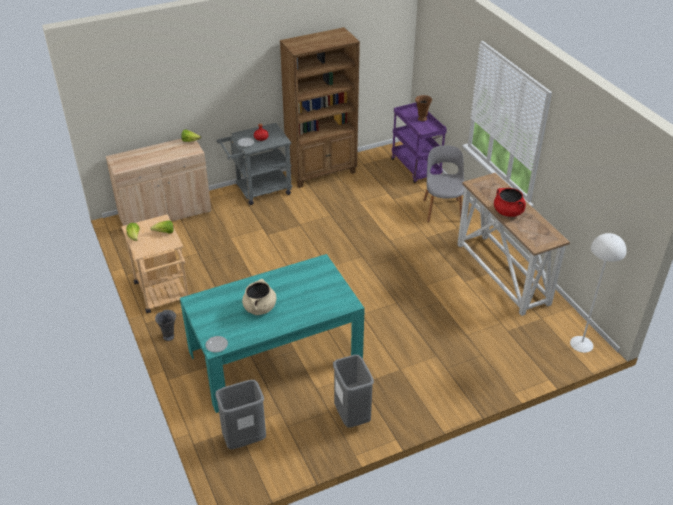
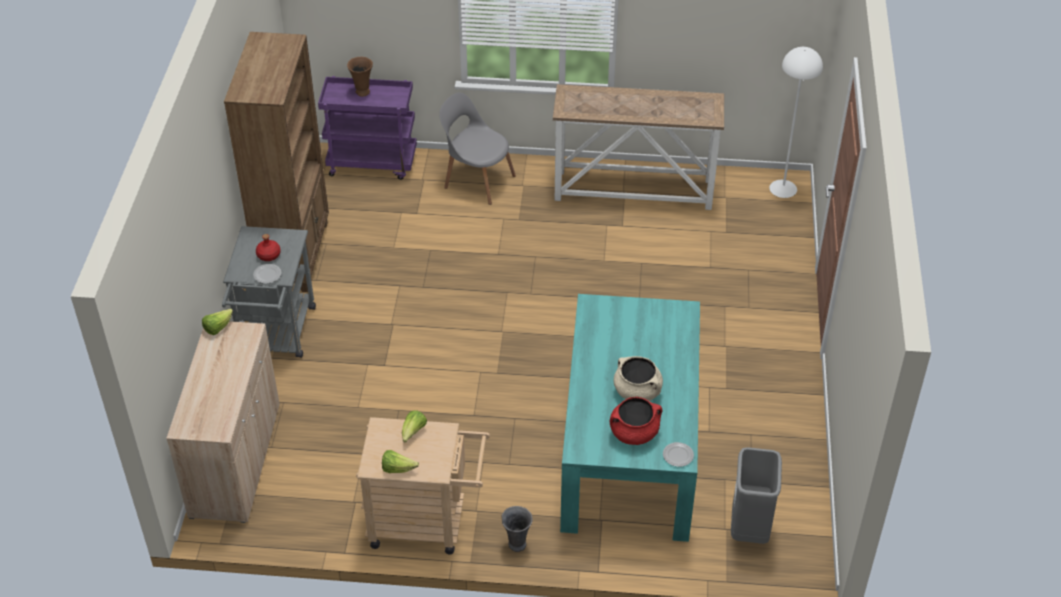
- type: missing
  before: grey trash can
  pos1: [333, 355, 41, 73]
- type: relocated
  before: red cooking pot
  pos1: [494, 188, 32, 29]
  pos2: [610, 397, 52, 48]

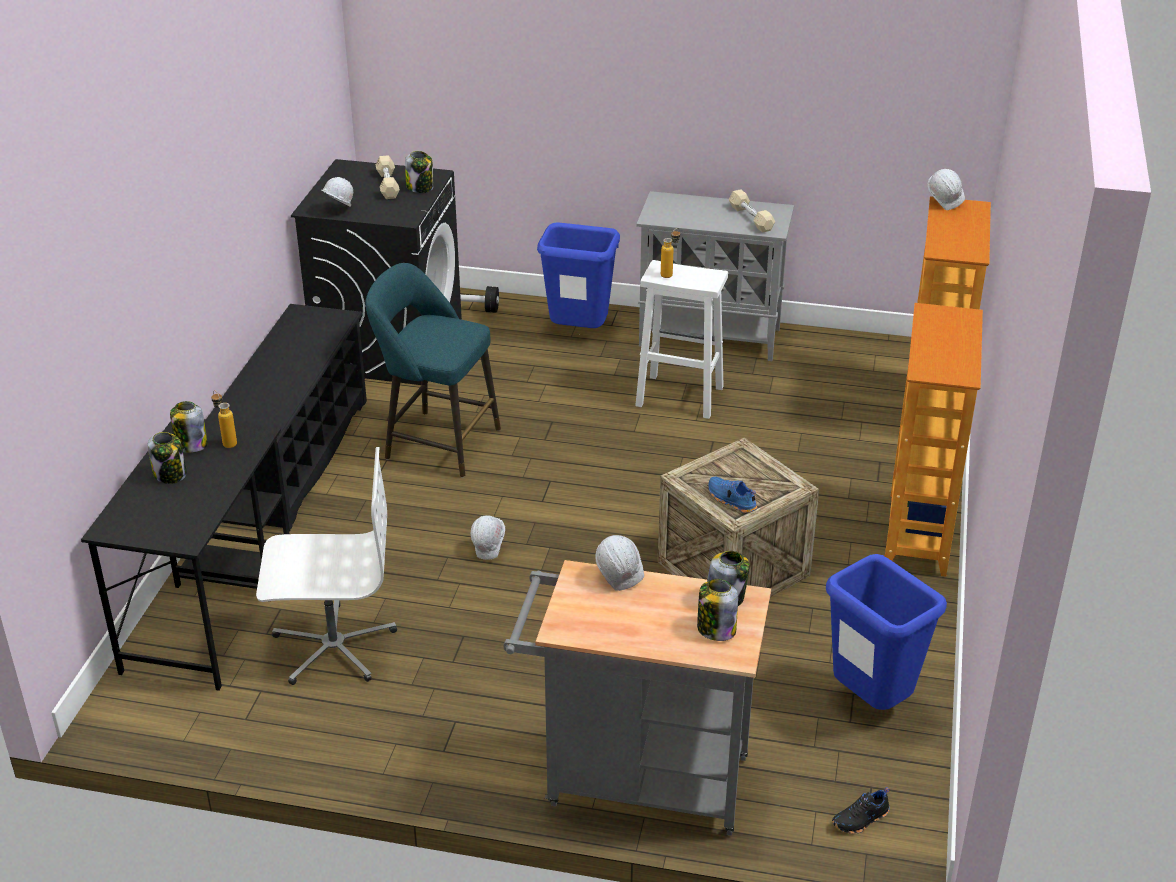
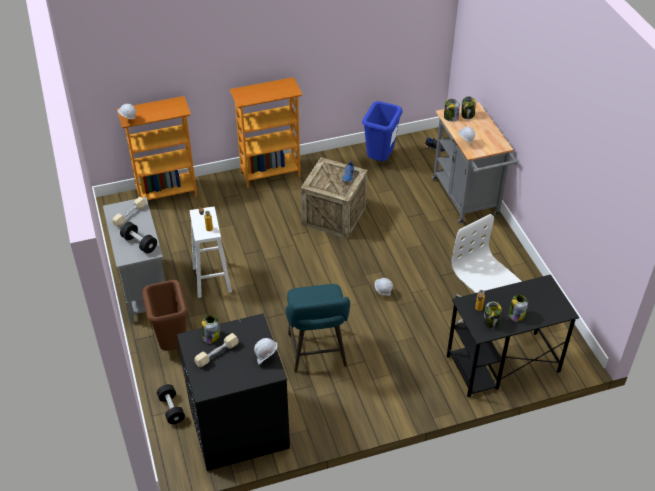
- type: missing
  before: black shoe rack
  pos1: [206, 304, 161, 227]
- type: appeared
  after: black dumbbell
  pos2: [120, 222, 37, 31]
- type: colour
  before: blue trash can
  after: brown trash can
  pos1: [537, 222, 83, 106]
  pos2: [142, 280, 46, 71]

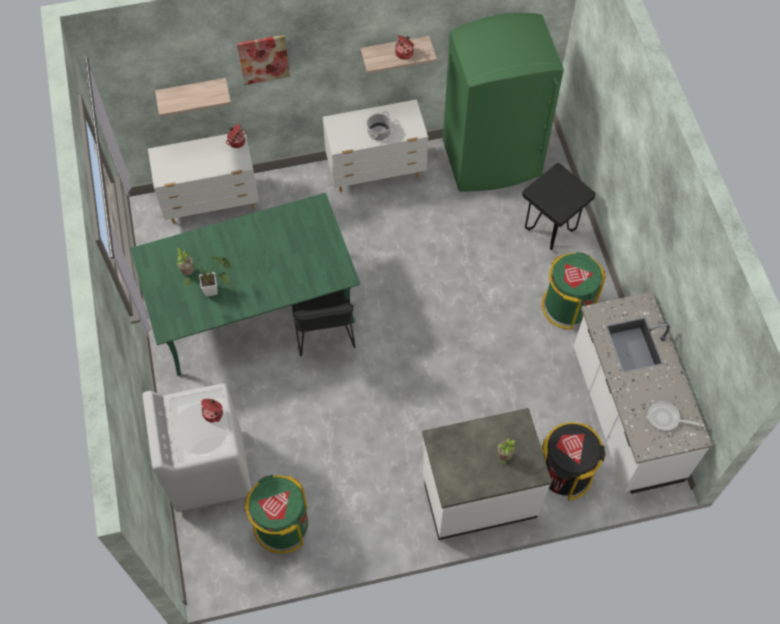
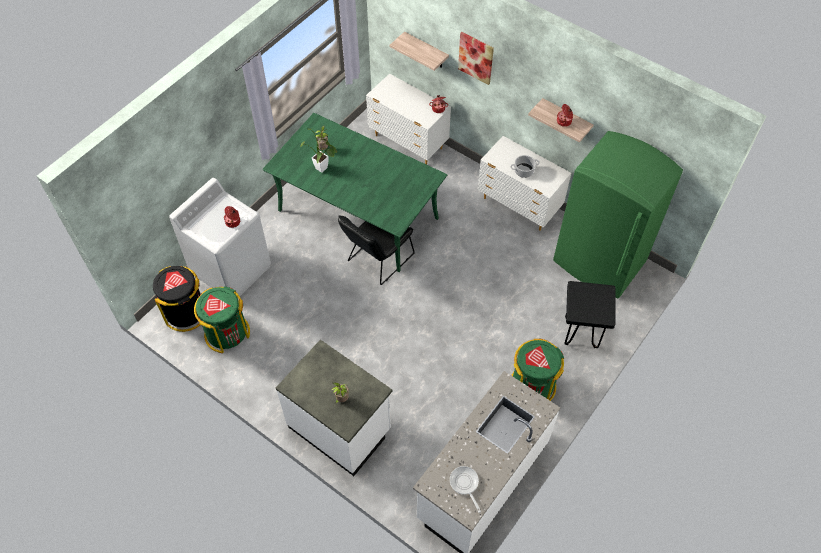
- type: relocated
  before: black trash can
  pos1: [542, 422, 63, 79]
  pos2: [153, 266, 48, 66]

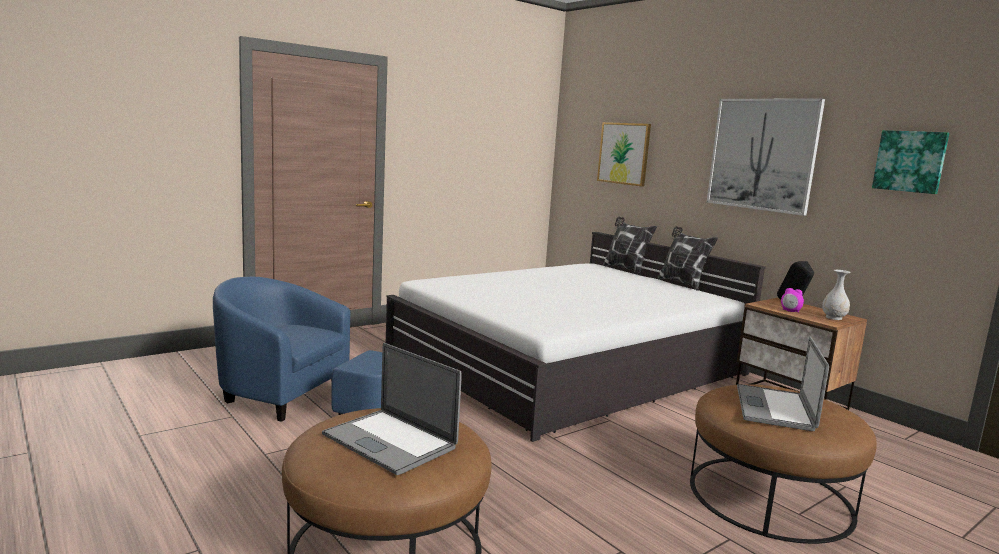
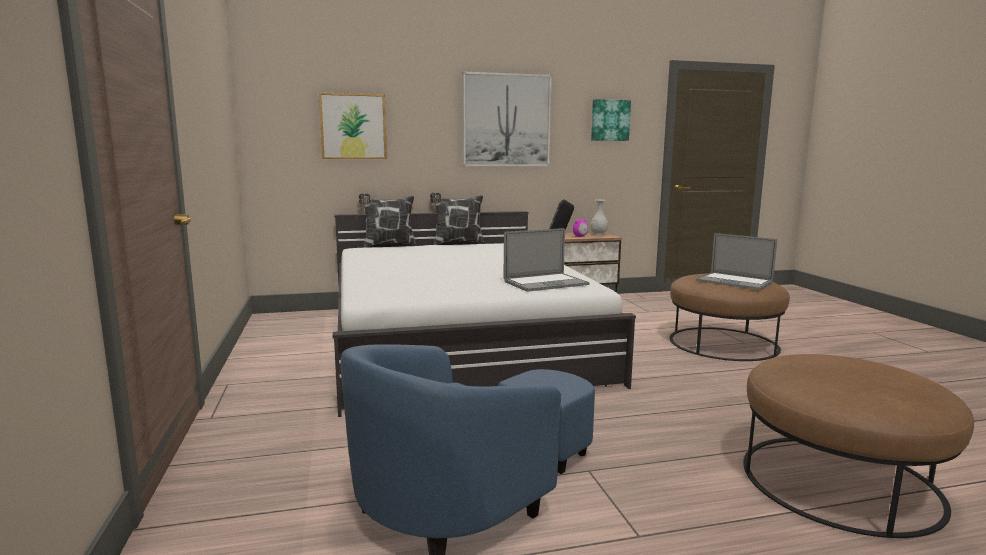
- type: relocated
  before: laptop
  pos1: [322, 343, 140, 132]
  pos2: [504, 228, 86, 64]

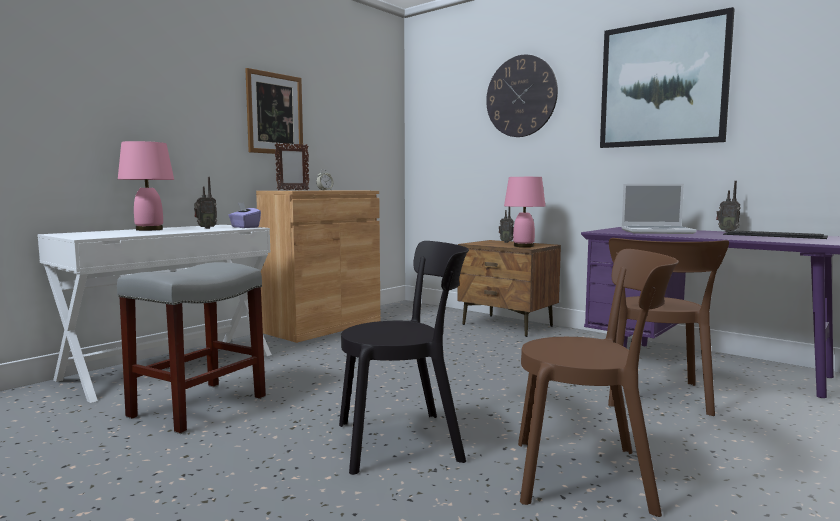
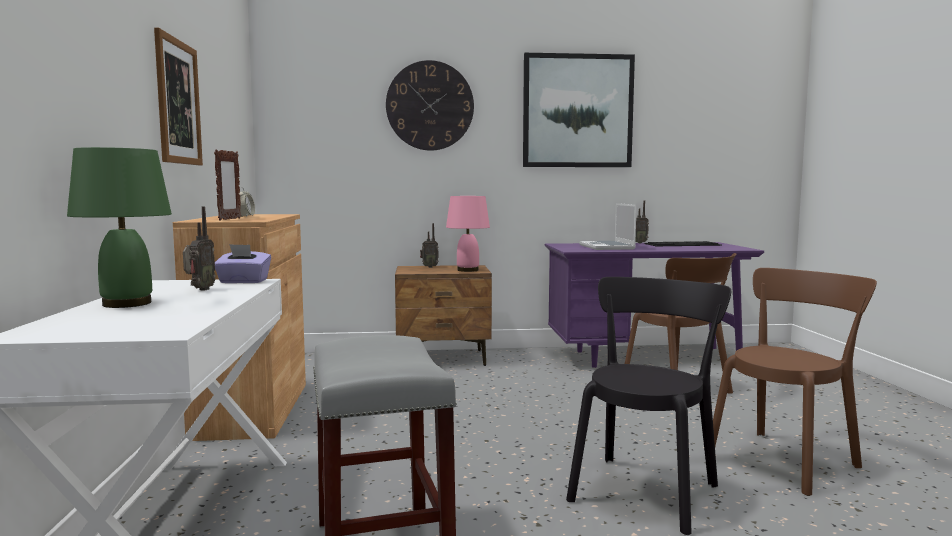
- type: colour
  before: pink table lamp
  after: green table lamp
  pos1: [118, 141, 56, 90]
  pos2: [67, 147, 105, 161]
- type: spun
  before: laptop
  pos1: [621, 184, 75, 50]
  pos2: [579, 203, 58, 47]
  turn: 120

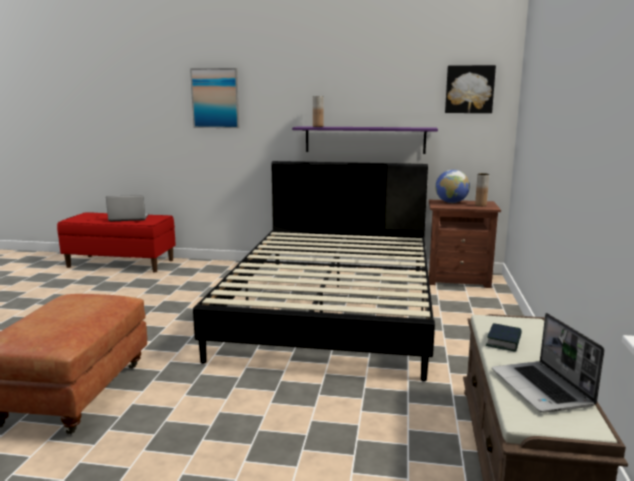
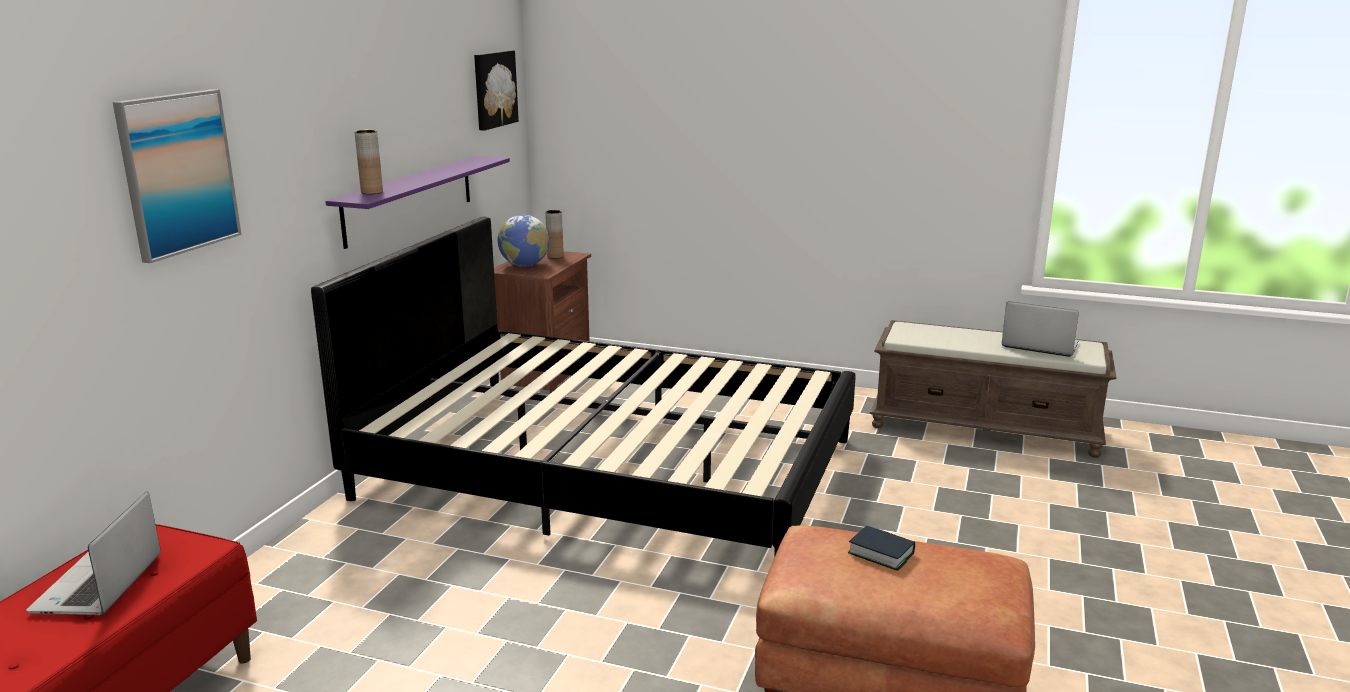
- type: relocated
  before: book
  pos1: [486, 323, 36, 29]
  pos2: [848, 525, 67, 46]
- type: spun
  before: laptop
  pos1: [492, 313, 112, 100]
  pos2: [1002, 301, 77, 56]
  turn: -150

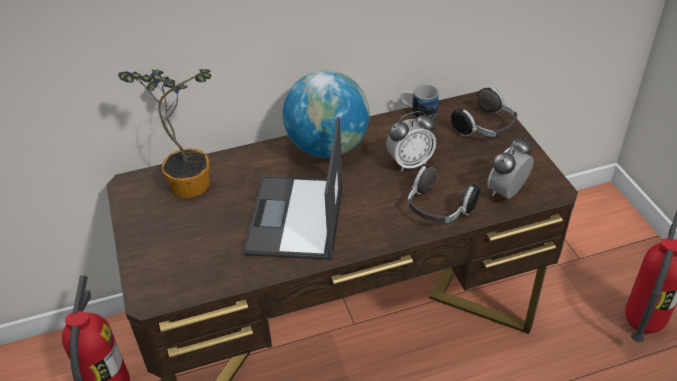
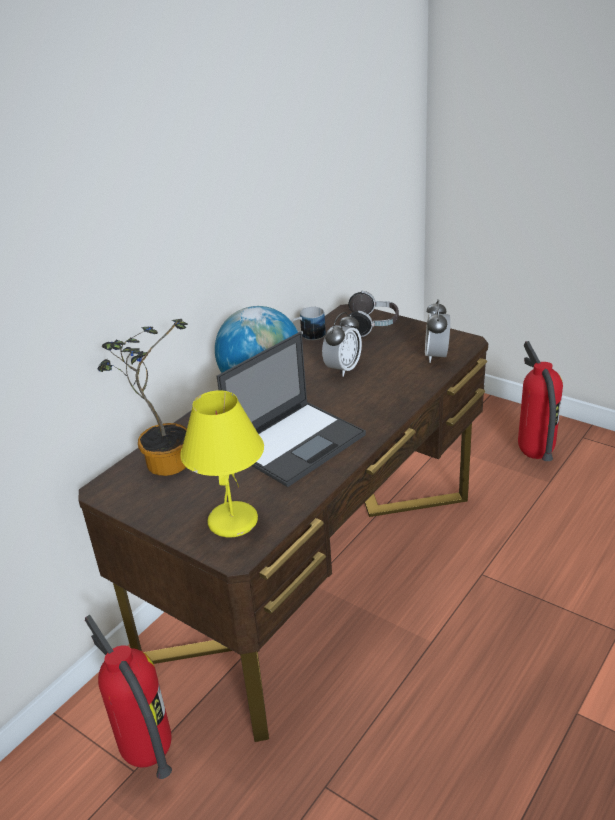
- type: missing
  before: headphones
  pos1: [408, 165, 72, 58]
- type: appeared
  after: yellow table lamp
  pos2: [180, 390, 84, 148]
- type: spun
  before: laptop
  pos1: [243, 117, 100, 143]
  pos2: [217, 332, 149, 155]
  turn: -105

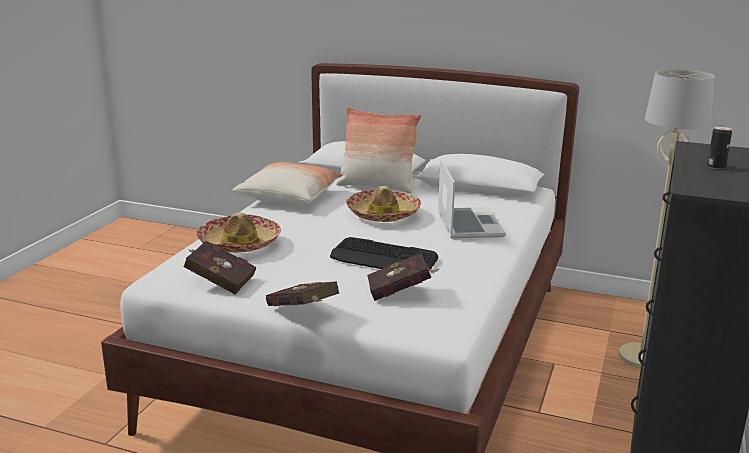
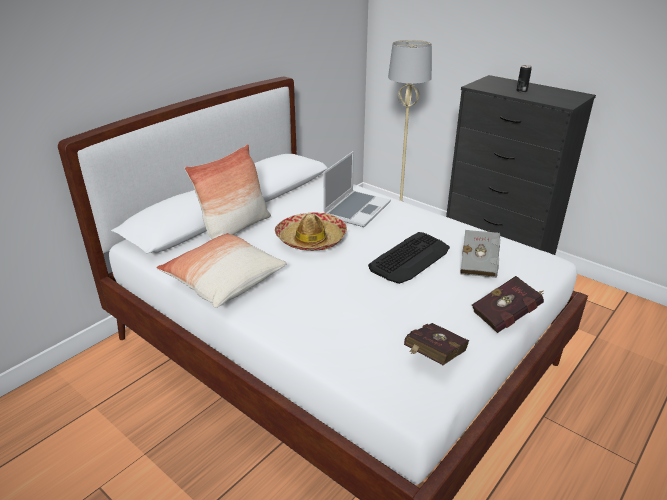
- type: missing
  before: hat
  pos1: [197, 212, 84, 41]
- type: colour
  before: red book
  after: grey book
  pos1: [367, 253, 72, 48]
  pos2: [461, 230, 39, 48]
- type: spun
  before: laptop
  pos1: [438, 160, 68, 79]
  pos2: [323, 151, 68, 76]
  turn: 105

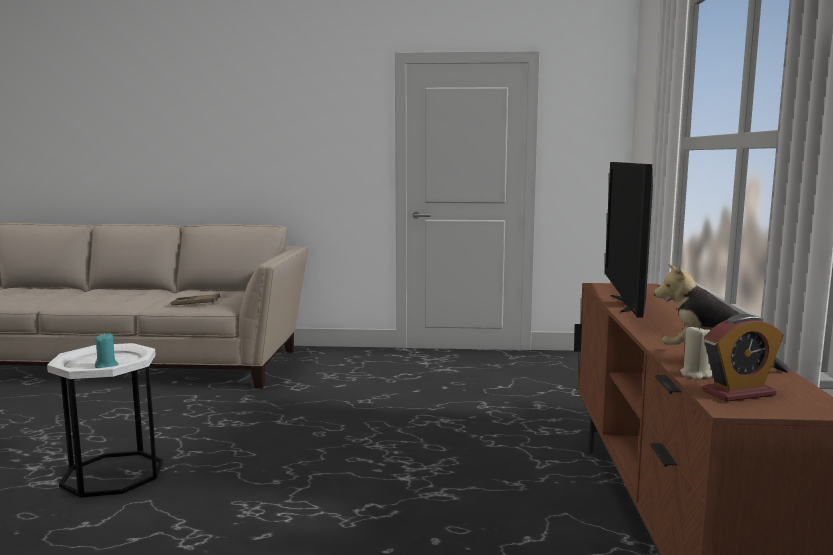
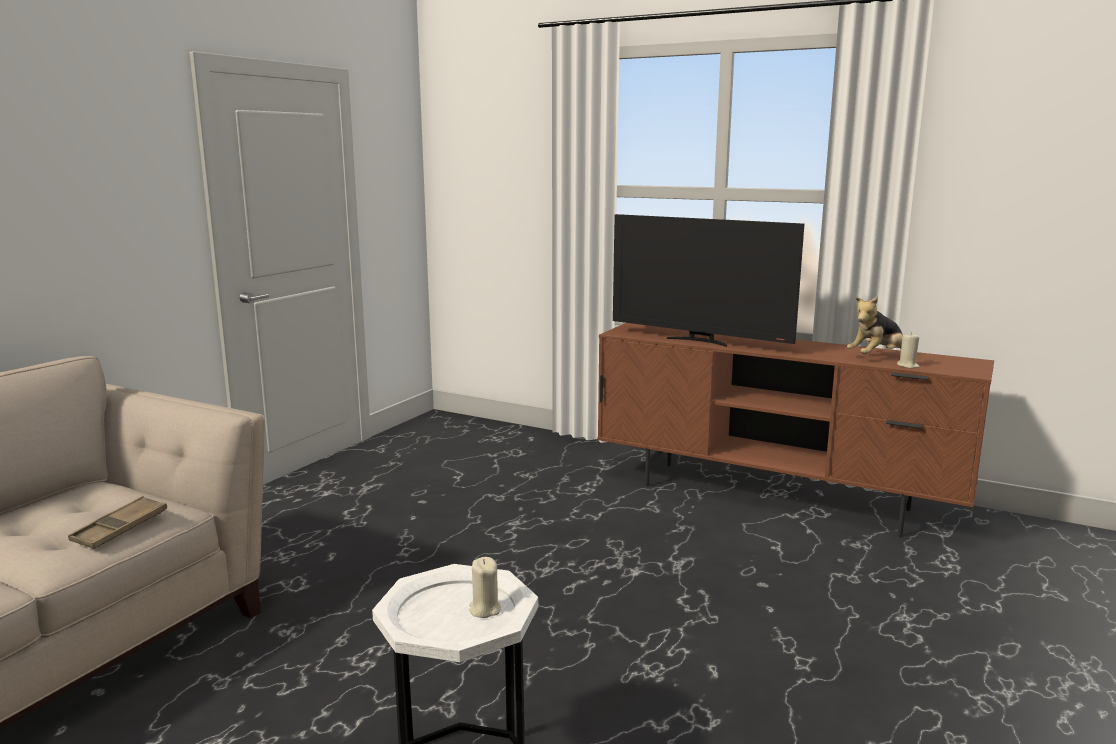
- type: missing
  before: alarm clock
  pos1: [702, 314, 82, 88]
- type: colour
  before: turquoise candle
  after: beige candle
  pos1: [95, 333, 23, 35]
  pos2: [469, 557, 32, 61]

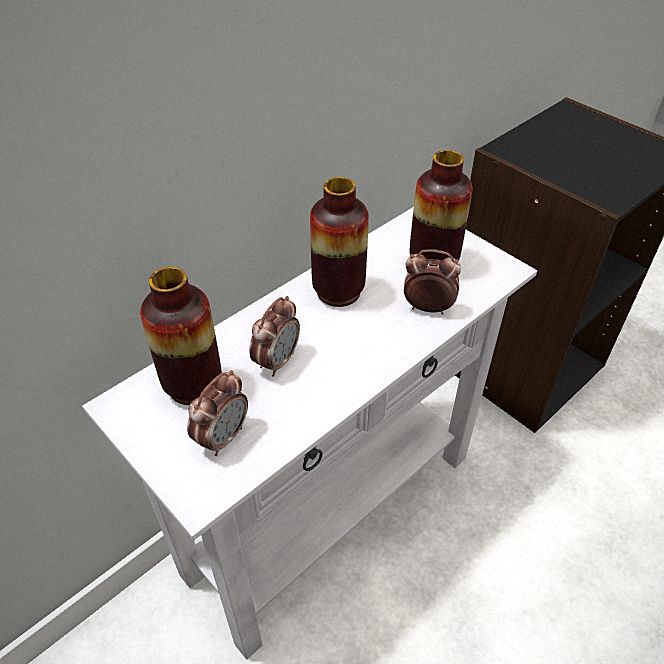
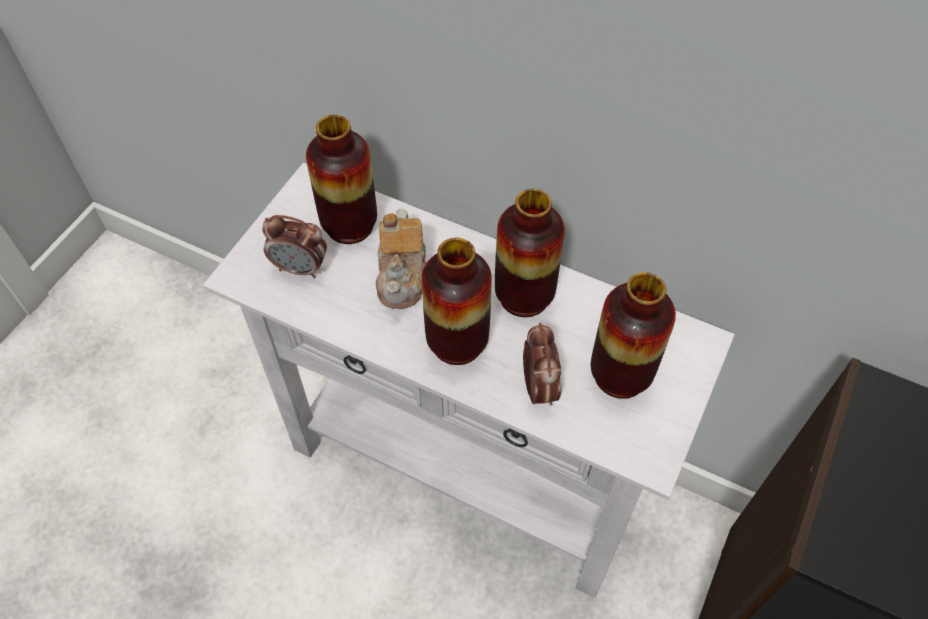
- type: appeared
  after: vase
  pos2: [422, 238, 70, 127]
- type: exchanged
  before: alarm clock
  after: teapot
  pos1: [249, 296, 51, 81]
  pos2: [376, 208, 50, 101]

